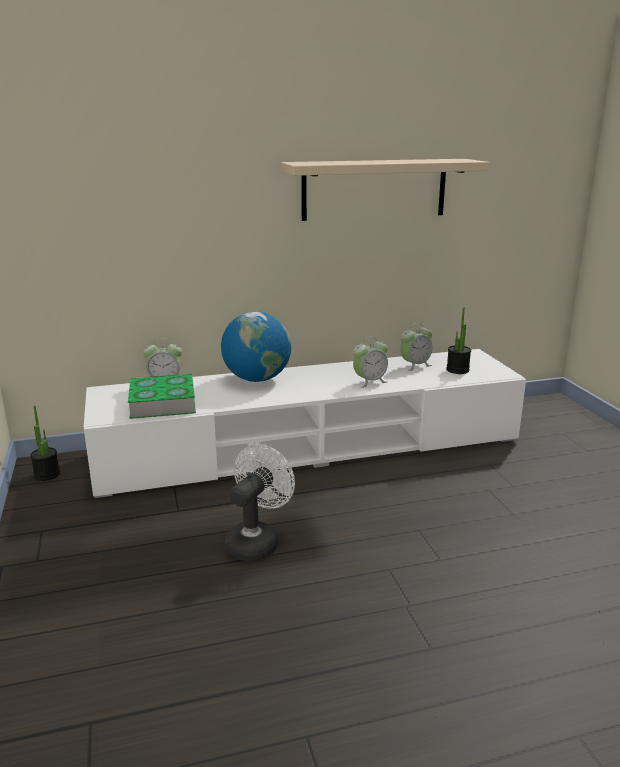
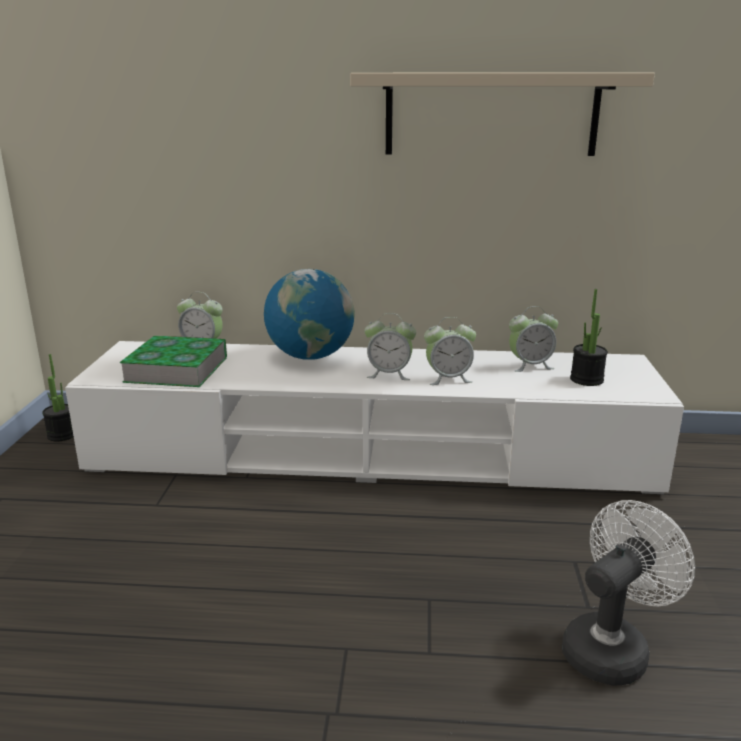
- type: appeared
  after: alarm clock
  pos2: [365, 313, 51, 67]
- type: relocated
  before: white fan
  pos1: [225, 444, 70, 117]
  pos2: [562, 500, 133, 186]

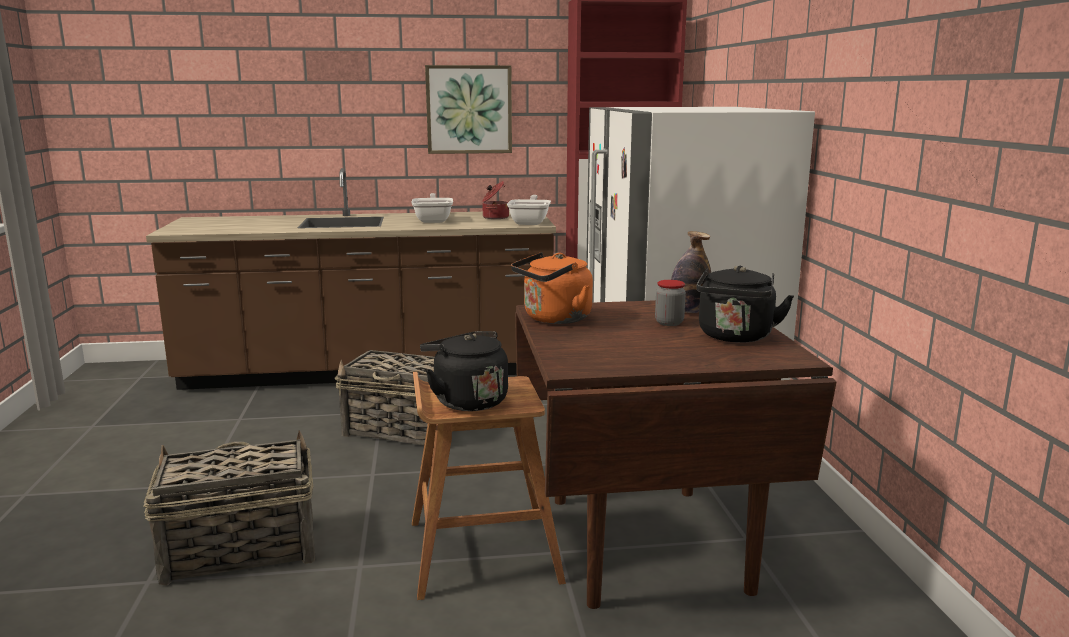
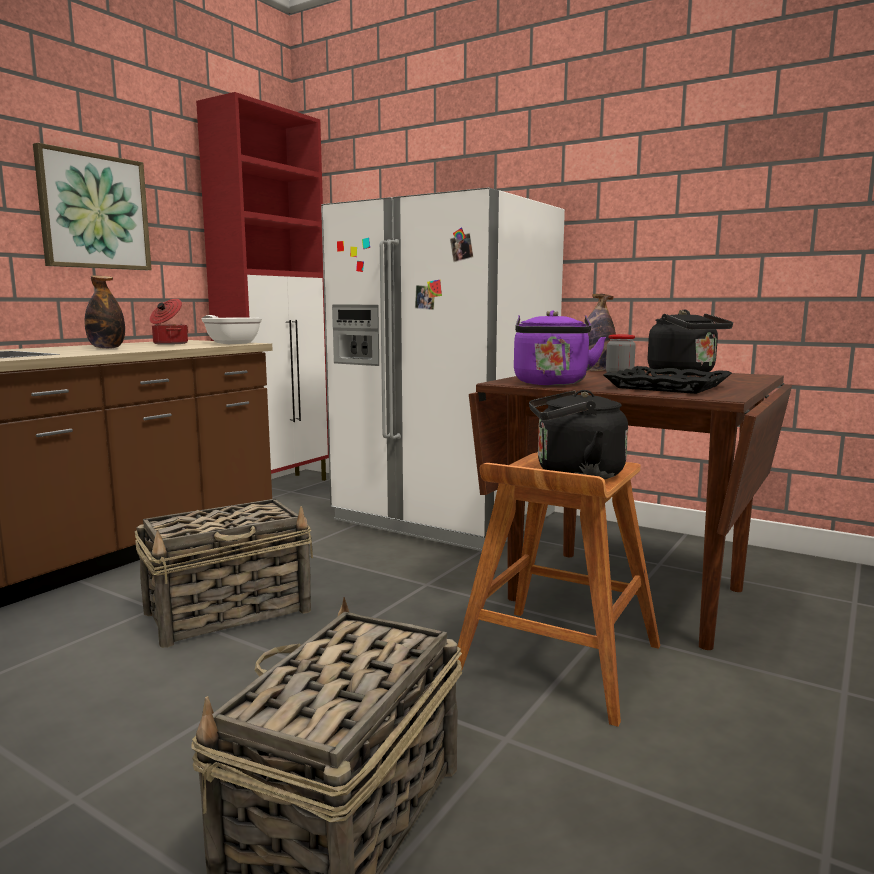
- type: appeared
  after: black tray
  pos2: [603, 366, 129, 28]
- type: exchanged
  before: frying pan
  after: bottle
  pos1: [411, 193, 42, 30]
  pos2: [84, 275, 41, 74]
- type: colour
  before: orange kettle
  after: purple kettle
  pos1: [511, 252, 82, 72]
  pos2: [514, 310, 92, 76]

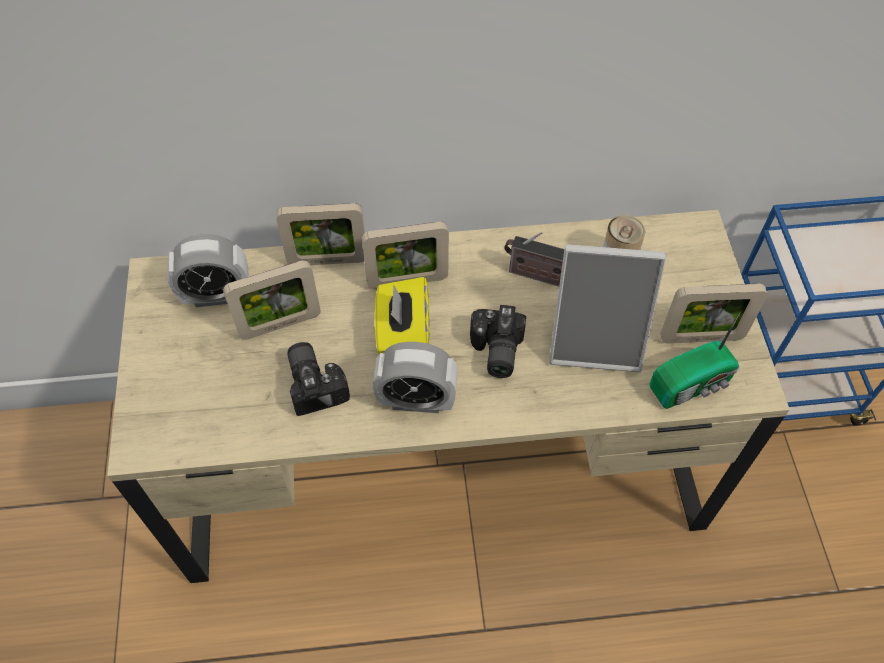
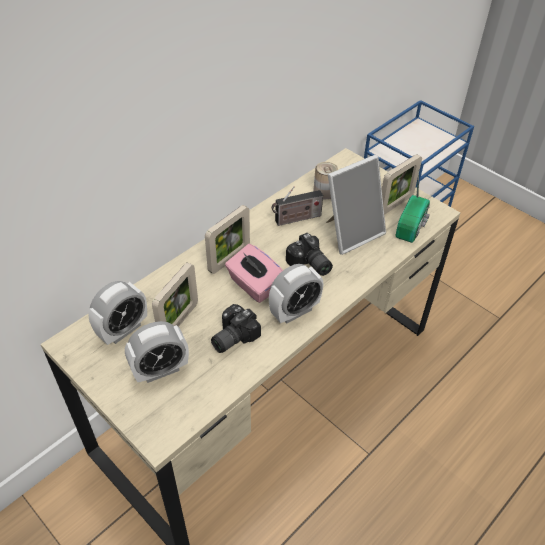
- type: missing
  before: picture frame
  pos1: [276, 203, 89, 62]
- type: appeared
  after: alarm clock
  pos2: [125, 321, 64, 62]
- type: colour
  before: yellow tissue box
  after: pink tissue box
  pos1: [375, 277, 55, 77]
  pos2: [225, 244, 58, 59]
- type: spun
  before: photo camera
  pos1: [287, 342, 63, 74]
  pos2: [211, 304, 50, 49]
  turn: -75

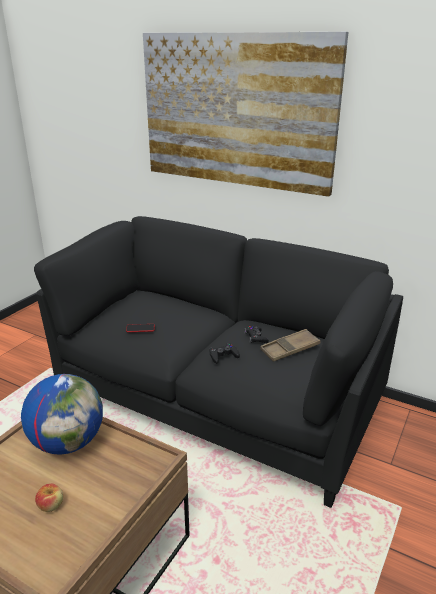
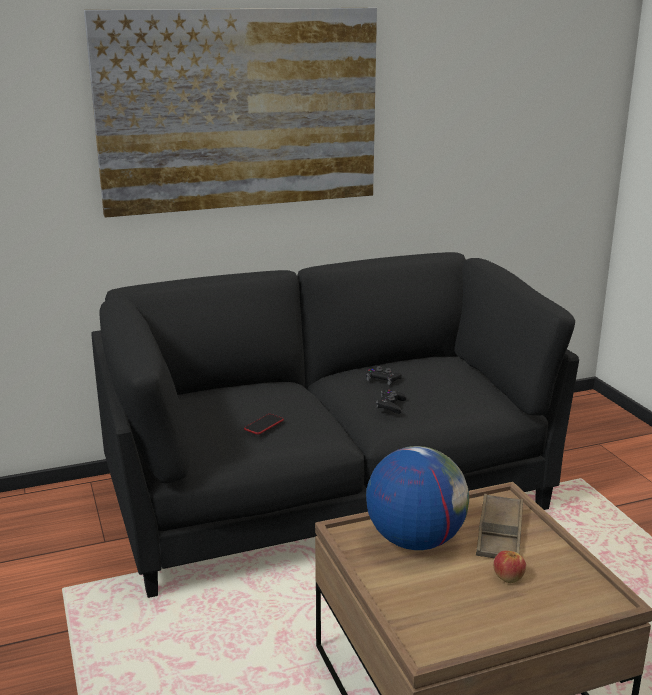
- type: relocated
  before: brown tray
  pos1: [260, 329, 61, 33]
  pos2: [476, 494, 47, 64]

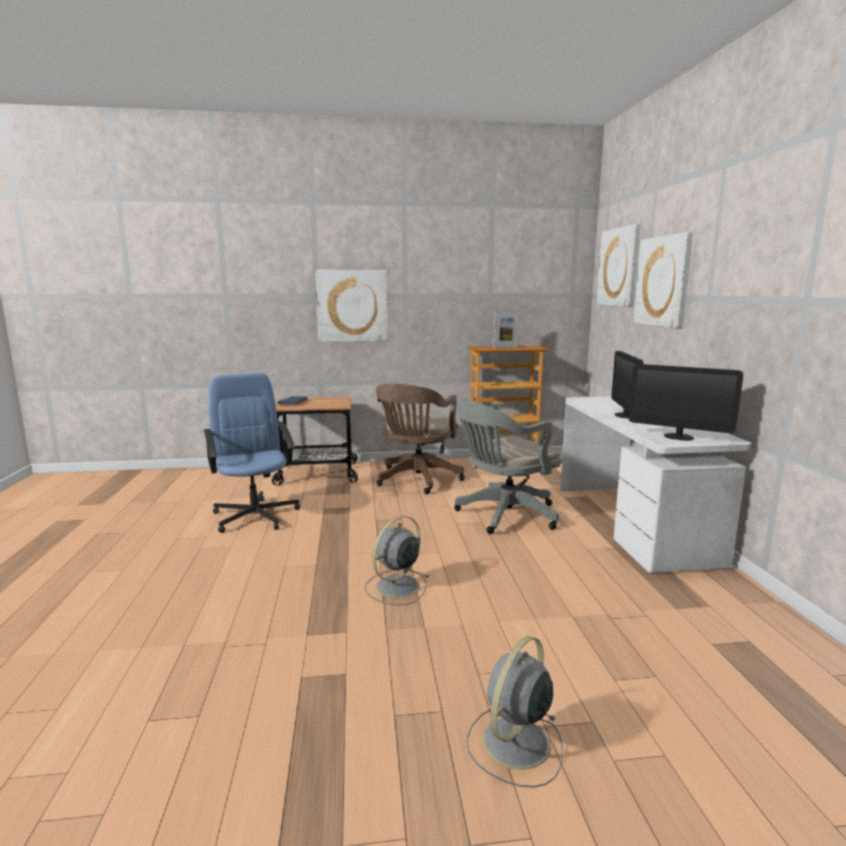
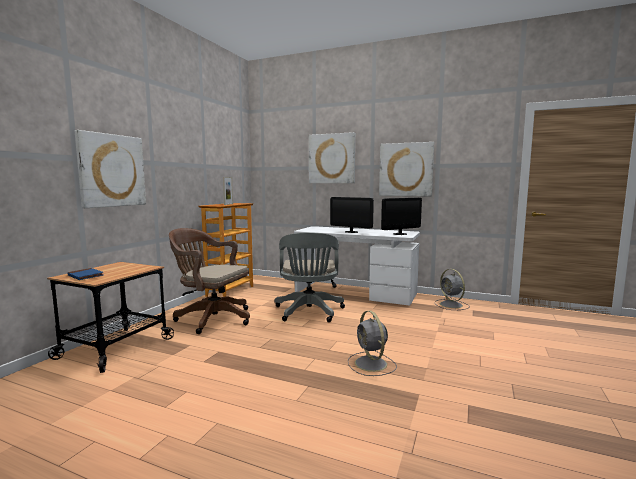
- type: missing
  before: blue office chair
  pos1: [204, 373, 96, 160]
- type: relocated
  before: grey fan
  pos1: [466, 636, 97, 152]
  pos2: [435, 269, 35, 41]
- type: relocated
  before: picture
  pos1: [596, 224, 45, 83]
  pos2: [379, 142, 55, 55]
- type: spun
  before: brown office chair
  pos1: [376, 384, 89, 110]
  pos2: [169, 228, 81, 106]
  turn: 150

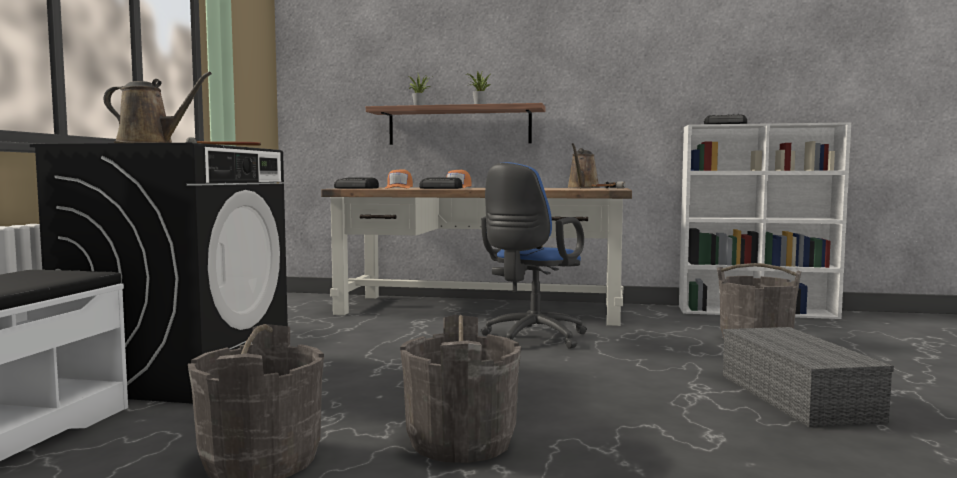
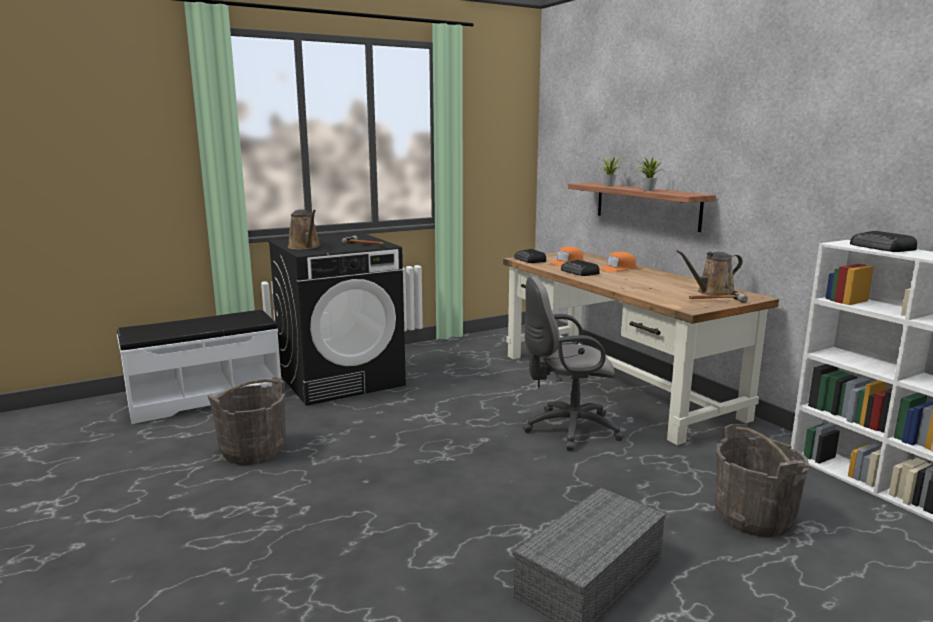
- type: missing
  before: grey bucket
  pos1: [400, 315, 121, 148]
- type: colour
  before: blue office chair
  after: grey office chair
  pos1: [481, 162, 106, 187]
  pos2: [523, 277, 101, 174]

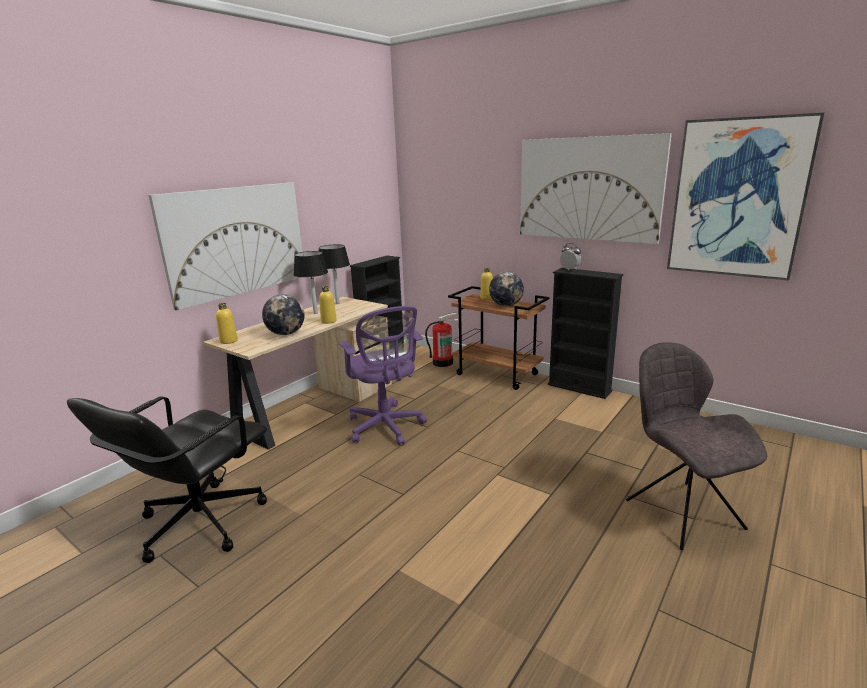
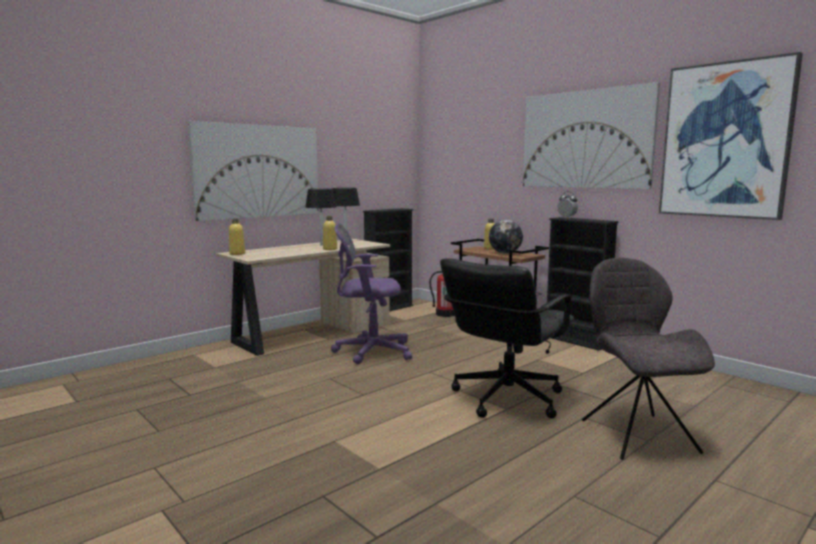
- type: missing
  before: globe
  pos1: [262, 294, 43, 41]
- type: relocated
  before: black office chair
  pos1: [67, 396, 200, 167]
  pos2: [440, 258, 134, 161]
- type: spun
  before: purple office chair
  pos1: [339, 306, 88, 139]
  pos2: [331, 223, 81, 141]
  turn: 105

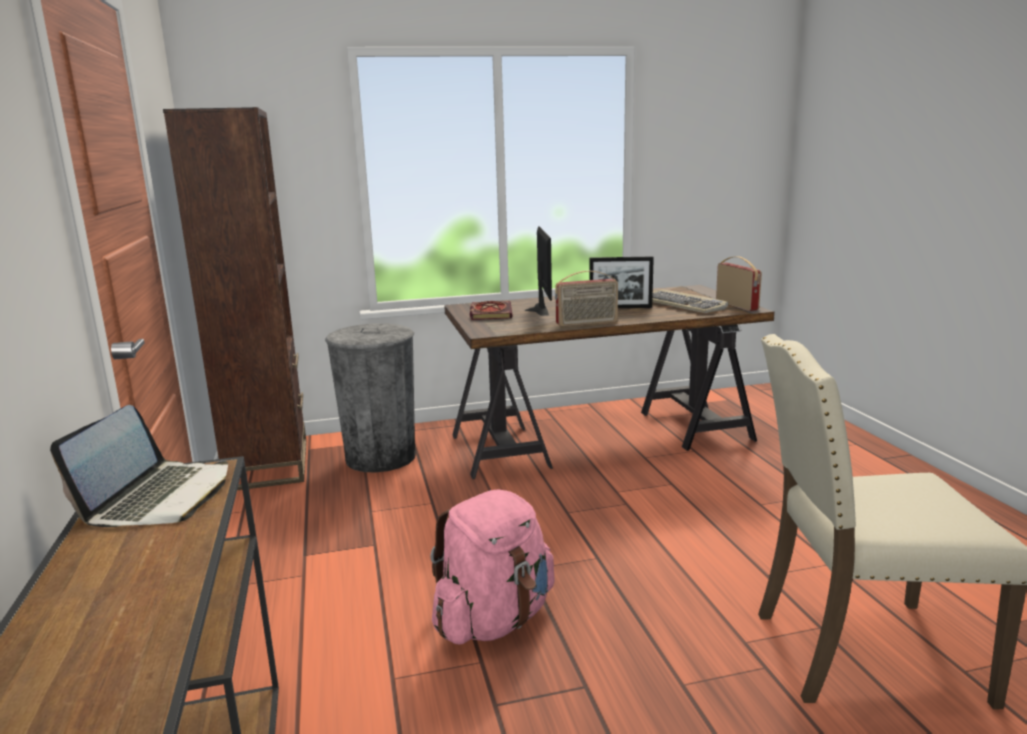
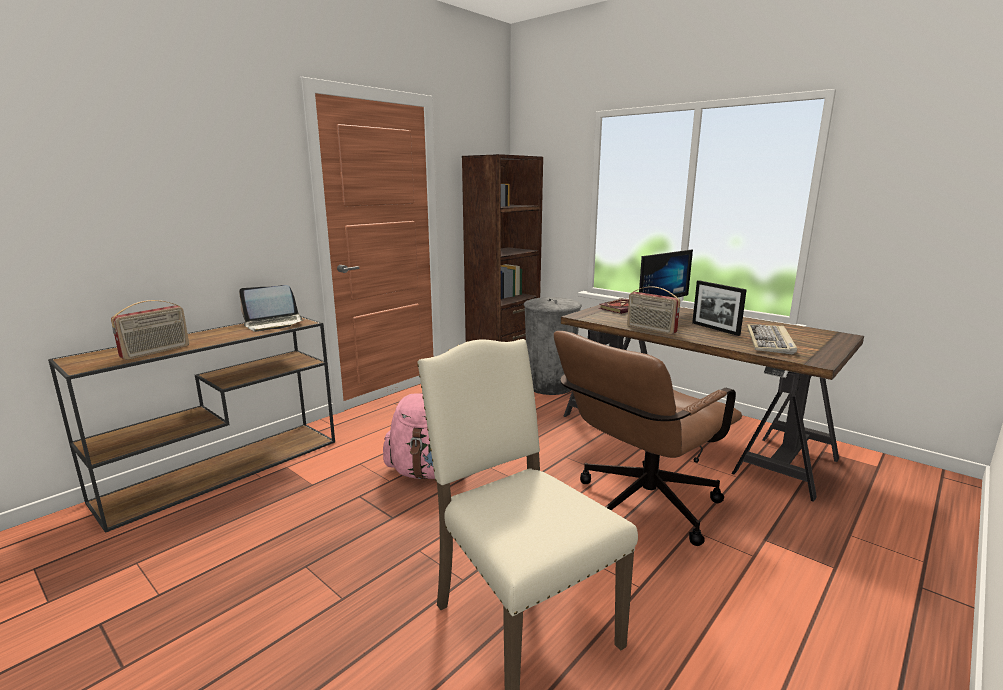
- type: appeared
  after: brown office chair
  pos2: [554, 331, 188, 215]
- type: relocated
  before: radio
  pos1: [716, 256, 46, 55]
  pos2: [111, 300, 78, 60]

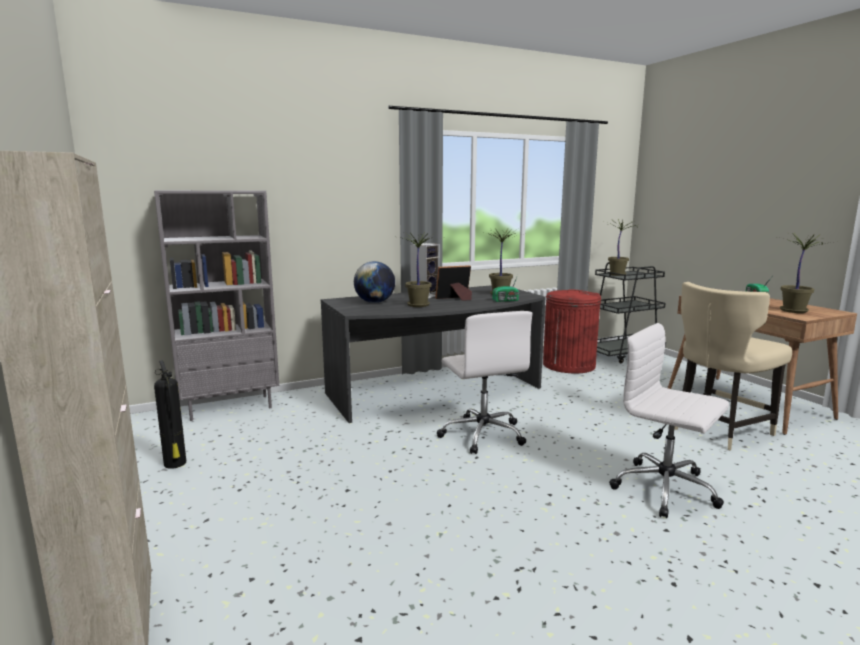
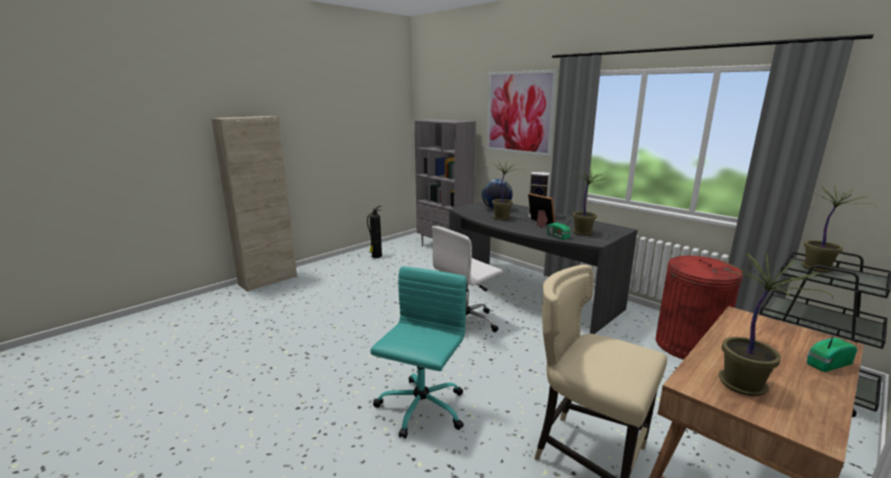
- type: appeared
  after: picture
  pos2: [487, 70, 70, 87]
- type: colour
  before: white office chair
  after: turquoise office chair
  pos1: [609, 323, 120, 195]
  pos2: [370, 266, 97, 173]

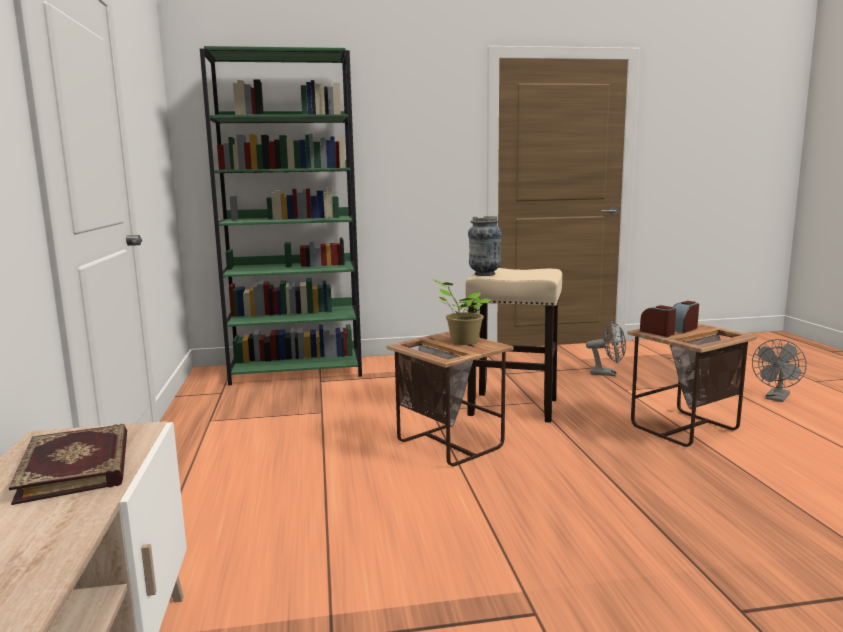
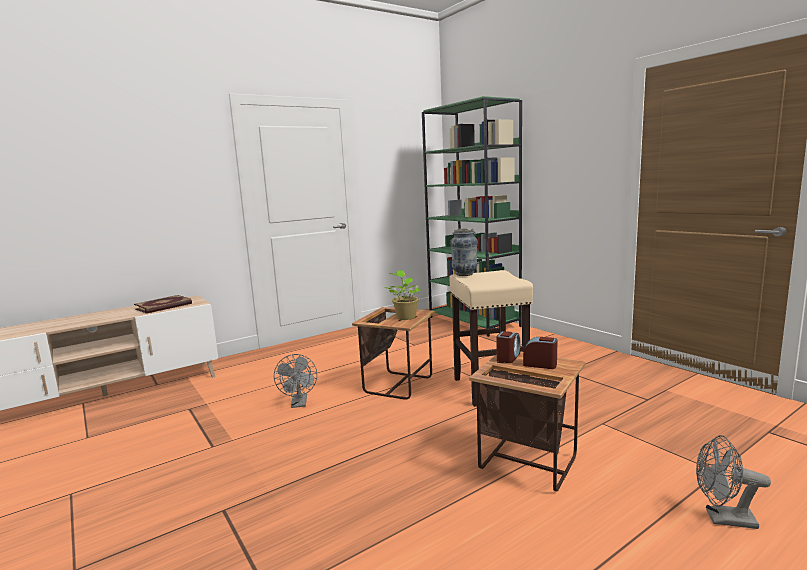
- type: relocated
  before: grey fan
  pos1: [586, 321, 40, 55]
  pos2: [274, 354, 43, 54]

